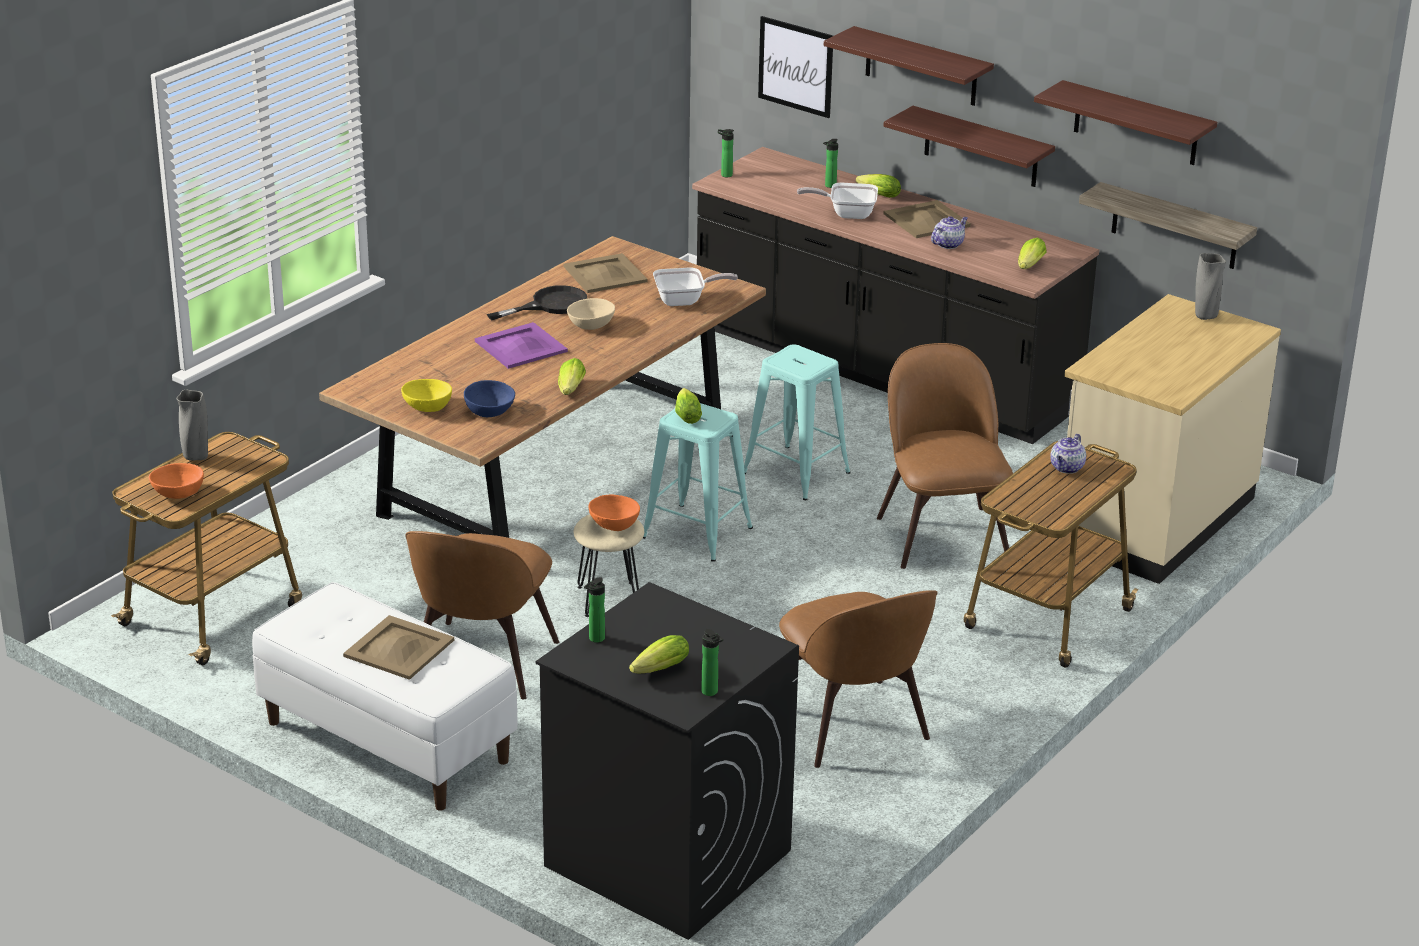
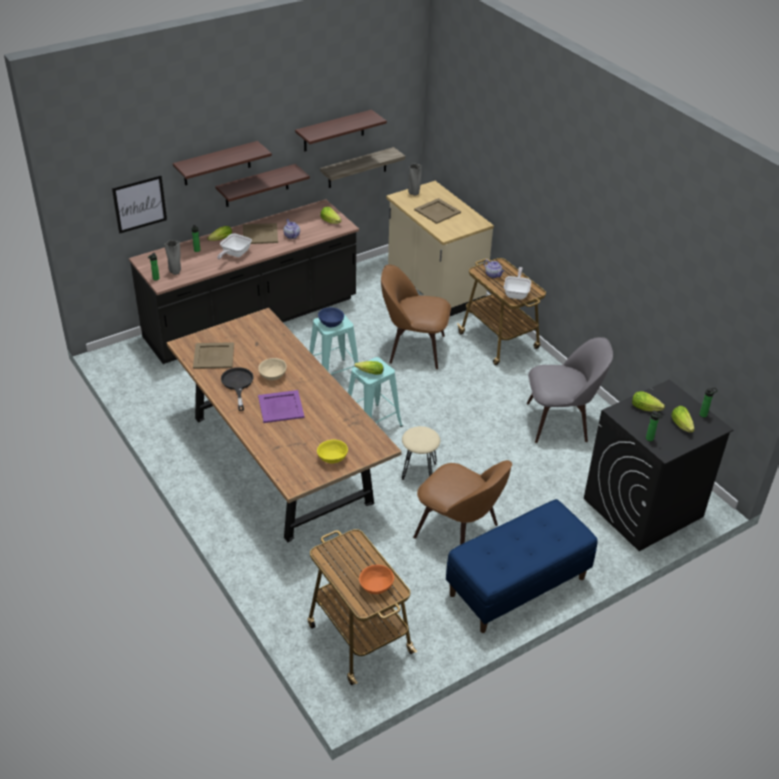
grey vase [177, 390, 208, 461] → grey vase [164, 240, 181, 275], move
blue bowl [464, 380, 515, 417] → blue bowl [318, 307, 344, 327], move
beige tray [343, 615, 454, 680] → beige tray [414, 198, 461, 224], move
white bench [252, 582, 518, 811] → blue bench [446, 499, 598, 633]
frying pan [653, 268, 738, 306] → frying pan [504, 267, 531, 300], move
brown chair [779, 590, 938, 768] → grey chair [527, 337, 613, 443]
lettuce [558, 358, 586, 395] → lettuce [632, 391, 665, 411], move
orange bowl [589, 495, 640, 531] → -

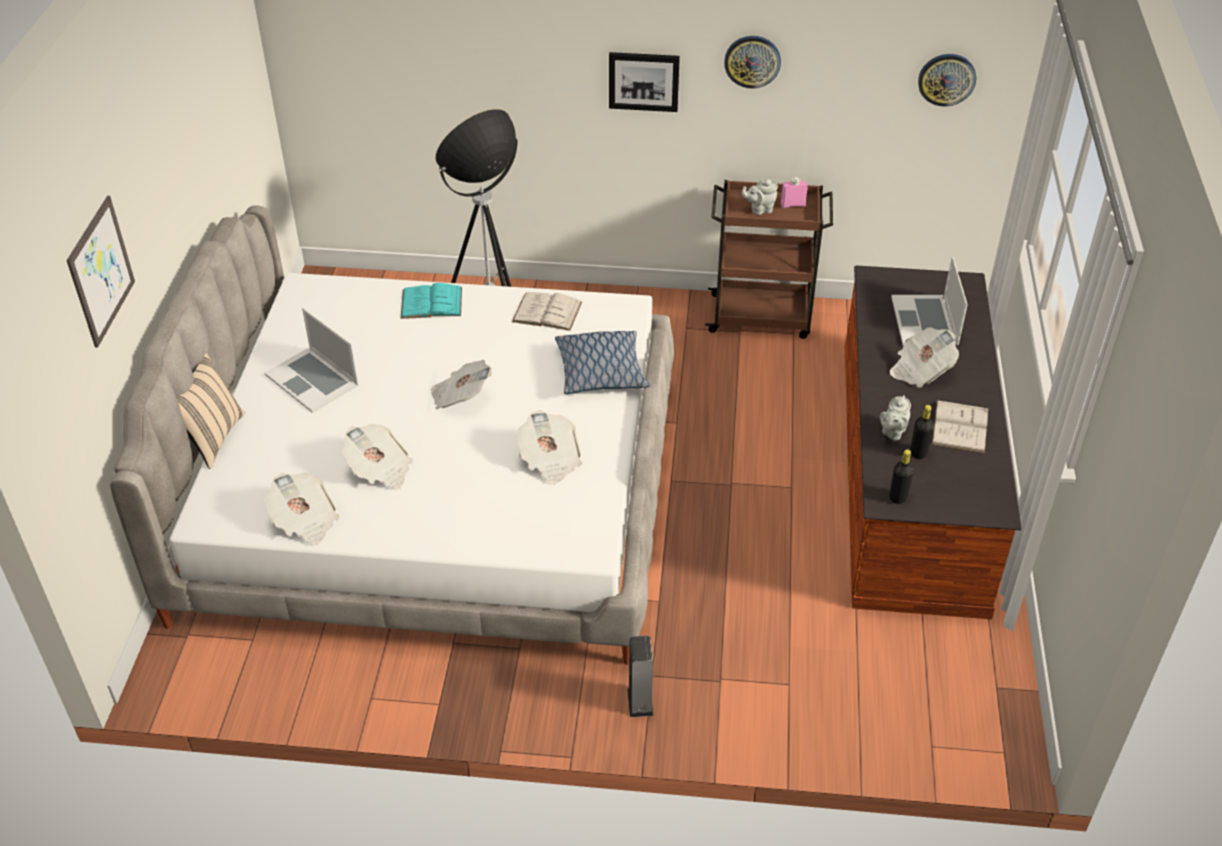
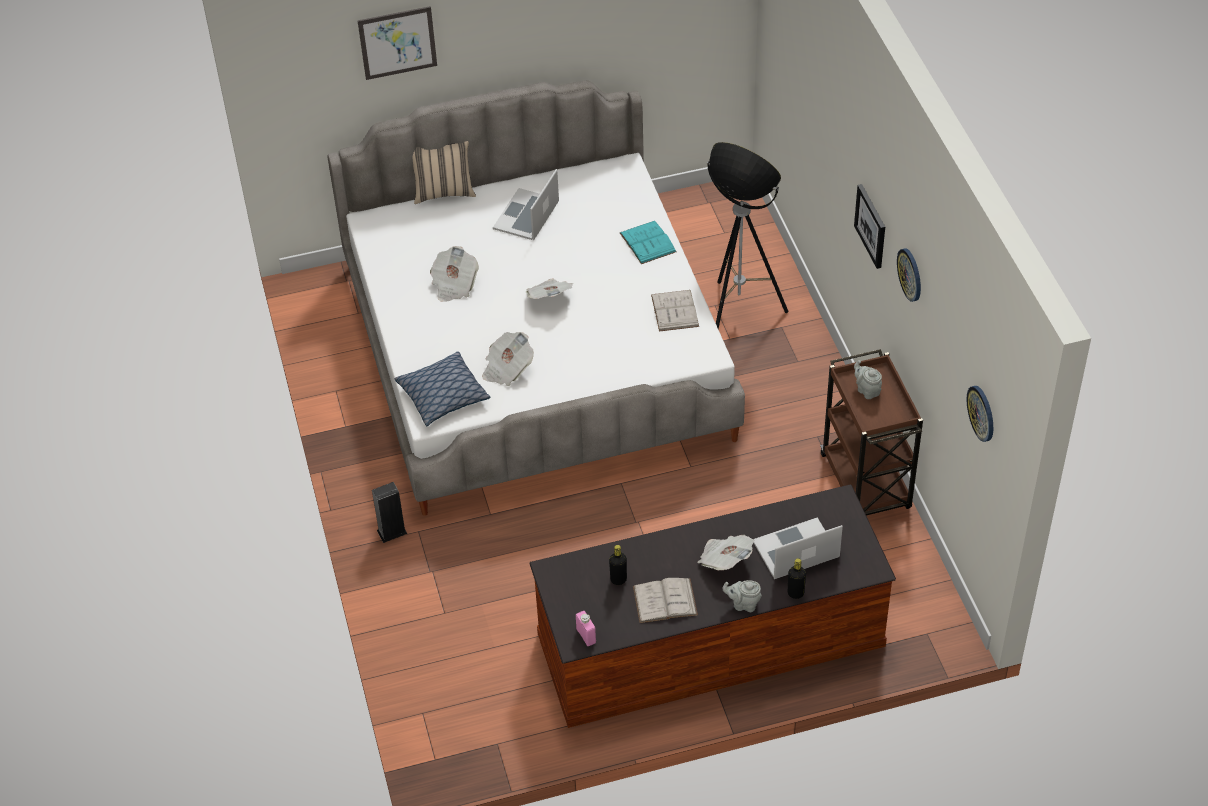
pillow [555, 331, 650, 394] → pillow [395, 351, 490, 426], move
pink bottle [781, 177, 808, 208] → pink bottle [576, 611, 596, 646], move
grey teapot [880, 395, 911, 440] → grey teapot [722, 580, 762, 612], move
black bottle [889, 449, 914, 504] → black bottle [788, 558, 806, 599], move
newspaper [264, 473, 339, 545] → -

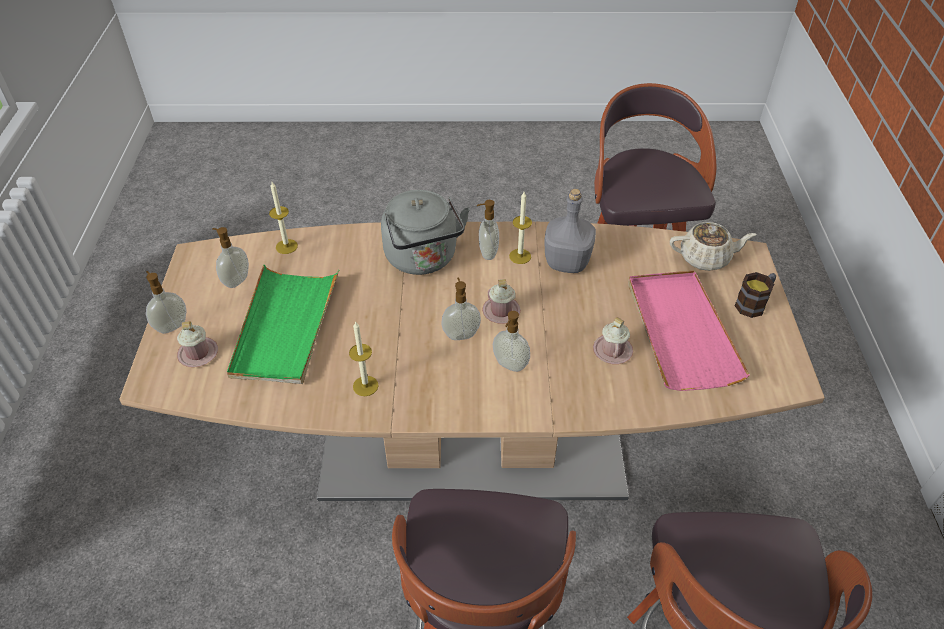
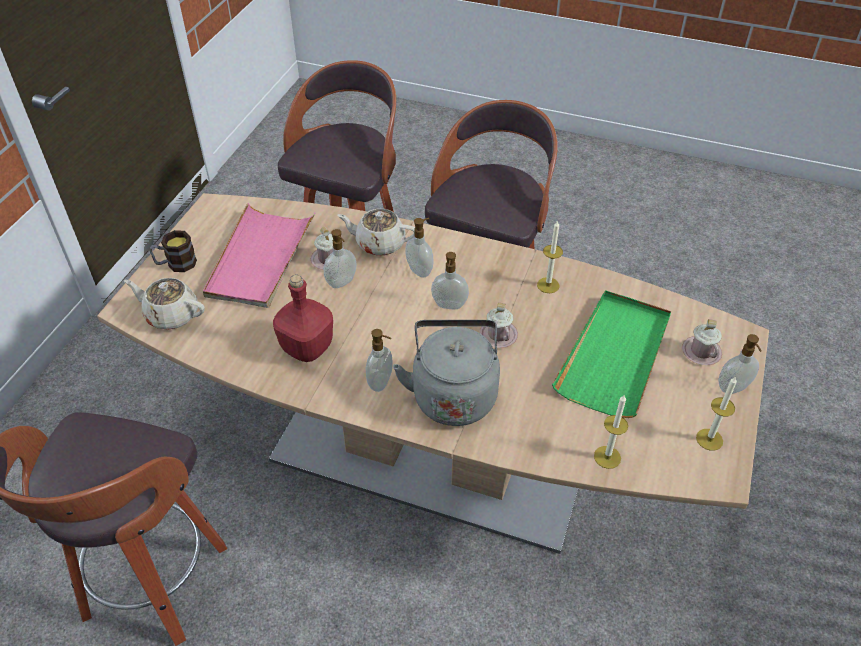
grey bottle [544, 189, 596, 273] → red bottle [273, 275, 333, 362]
soap dispenser [212, 227, 249, 288] → soap dispenser [324, 229, 356, 288], move
- → beige teapot [337, 209, 415, 256]
pink mug [482, 279, 520, 324] → pink mug [479, 302, 518, 348], move
candle [509, 192, 532, 264] → candle [696, 376, 737, 451], move

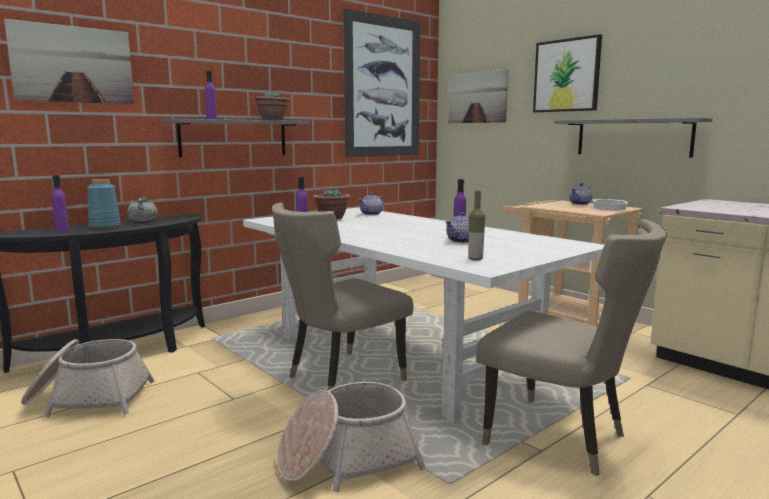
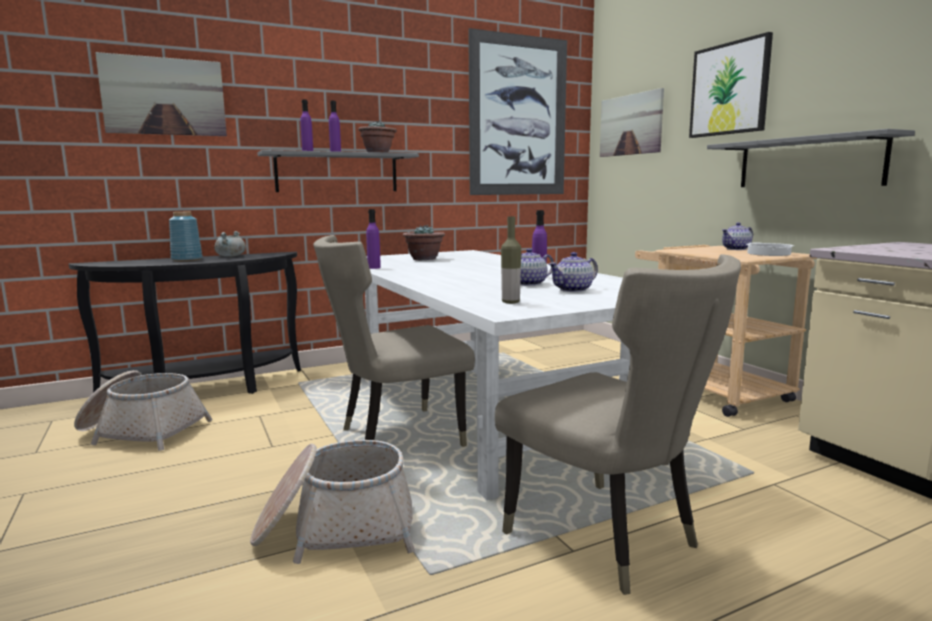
purple bottle [51, 175, 69, 231] → purple bottle [329, 101, 341, 152], move
teapot [358, 192, 385, 215] → teapot [549, 252, 598, 292], move

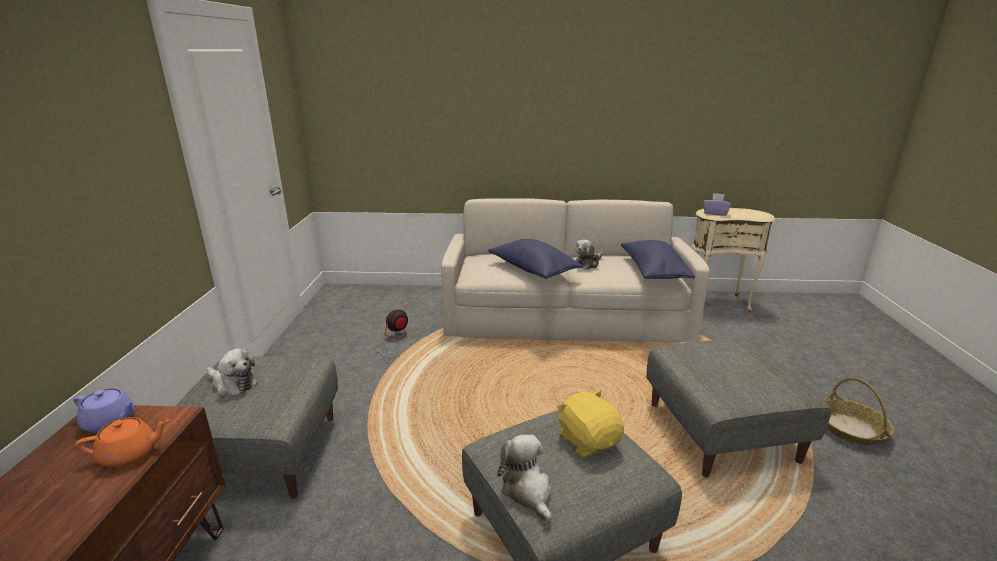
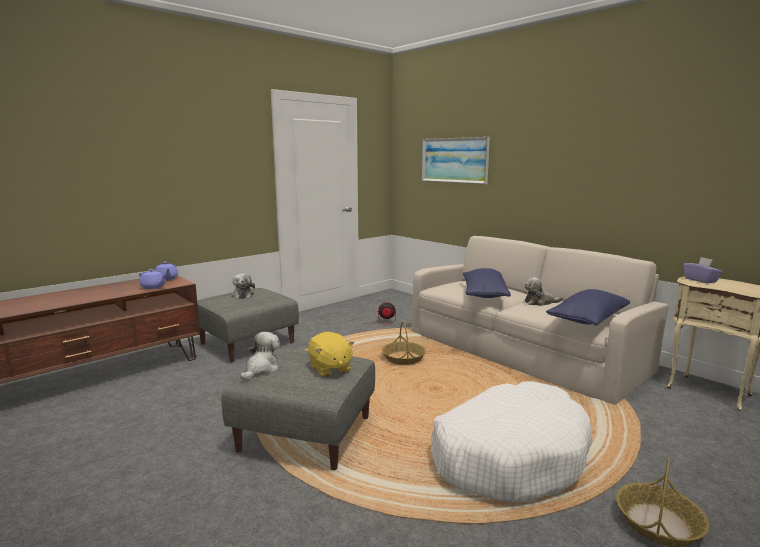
orange teapot [76, 417, 170, 467] → purple teapot [139, 269, 166, 289]
yellow plush toy [556, 390, 624, 457] → yellow plush toy [308, 332, 354, 377], 135 degrees clockwise
- → basket [382, 321, 426, 365]
- → picture [421, 137, 490, 184]
grey ottoman [646, 339, 832, 477] → white dog bed [431, 381, 593, 502]

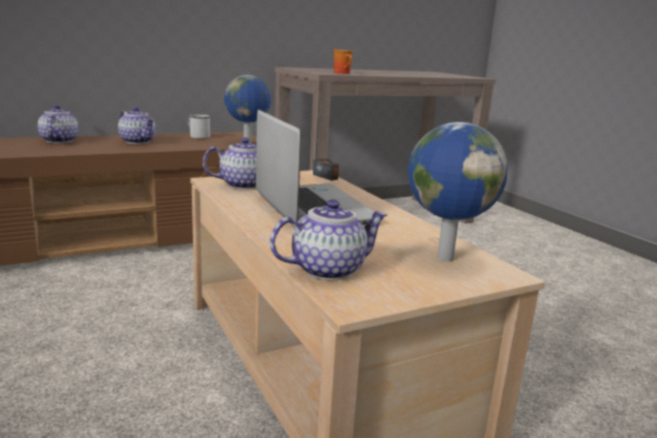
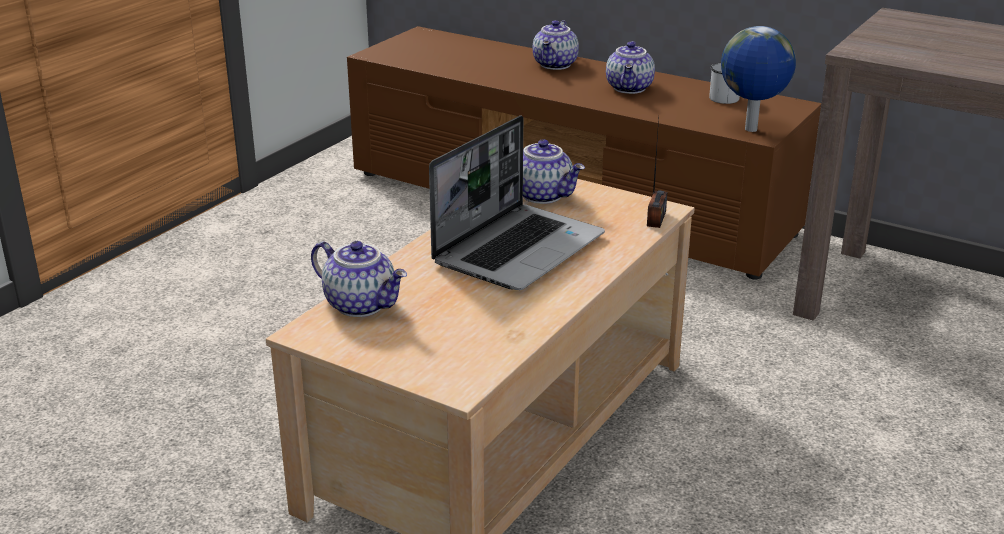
teapot [38, 105, 79, 143] → teapot [532, 20, 579, 70], 150 degrees clockwise
mug [333, 50, 354, 74] → -
globe [408, 122, 508, 261] → -

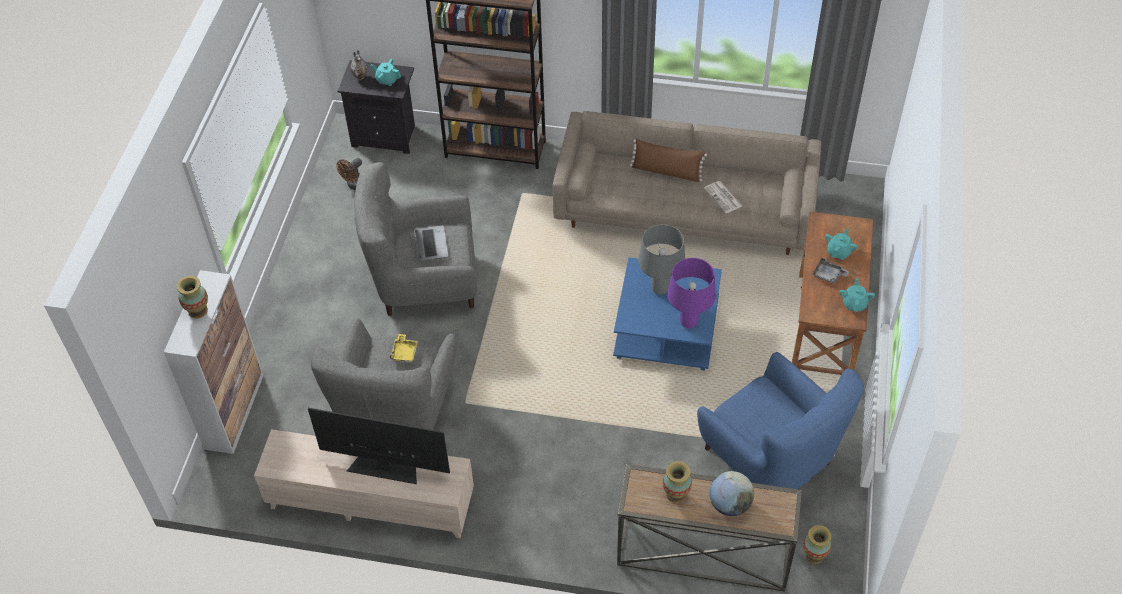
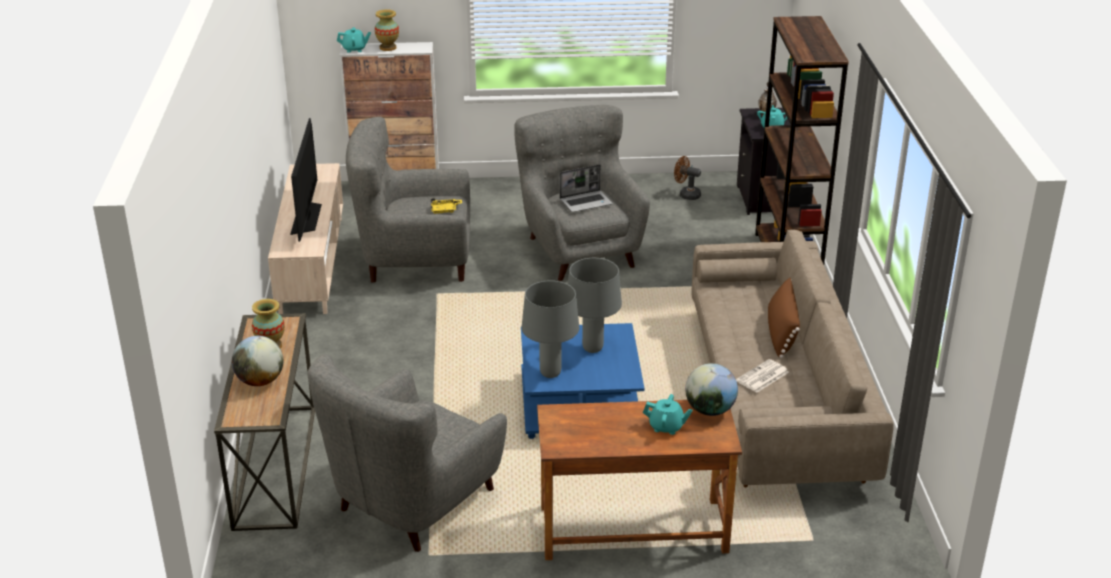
blue armchair [697, 352, 864, 489] → grey armchair [307, 354, 507, 552]
turquoise teapot [840, 278, 875, 312] → turquoise teapot [337, 27, 371, 53], move
purple table lamp [667, 258, 716, 329] → grey table lamp [522, 280, 579, 378]
- → globe [685, 363, 738, 416]
vase [803, 525, 831, 564] → -
grey tray [812, 258, 849, 283] → -

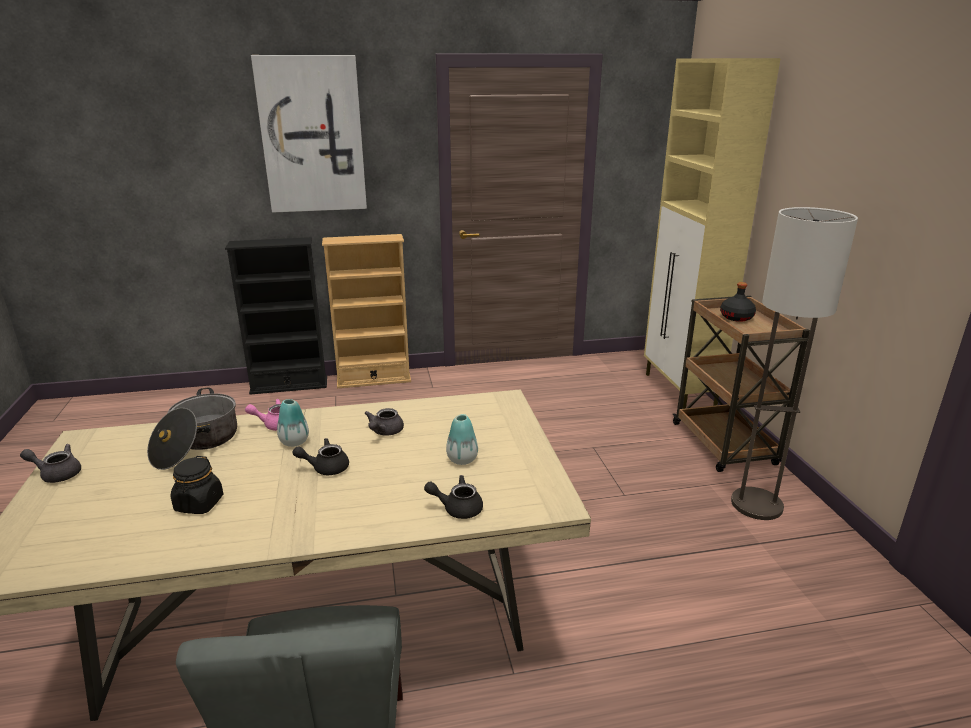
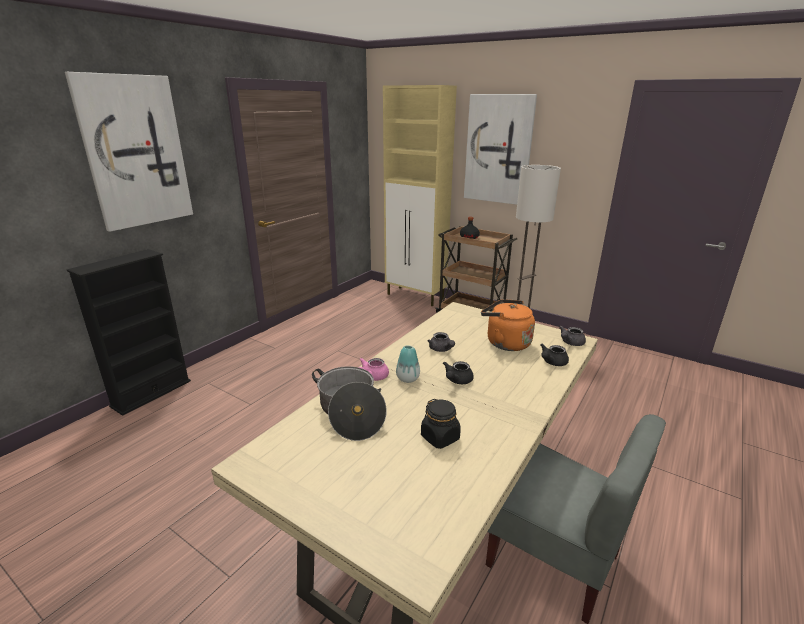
- → picture [464, 94, 537, 205]
vase [446, 414, 478, 465] → orange kettle [481, 299, 535, 351]
grey teapot [20, 444, 81, 483] → grey teapot [559, 326, 586, 346], move
beige bookcase [322, 234, 411, 388] → -

